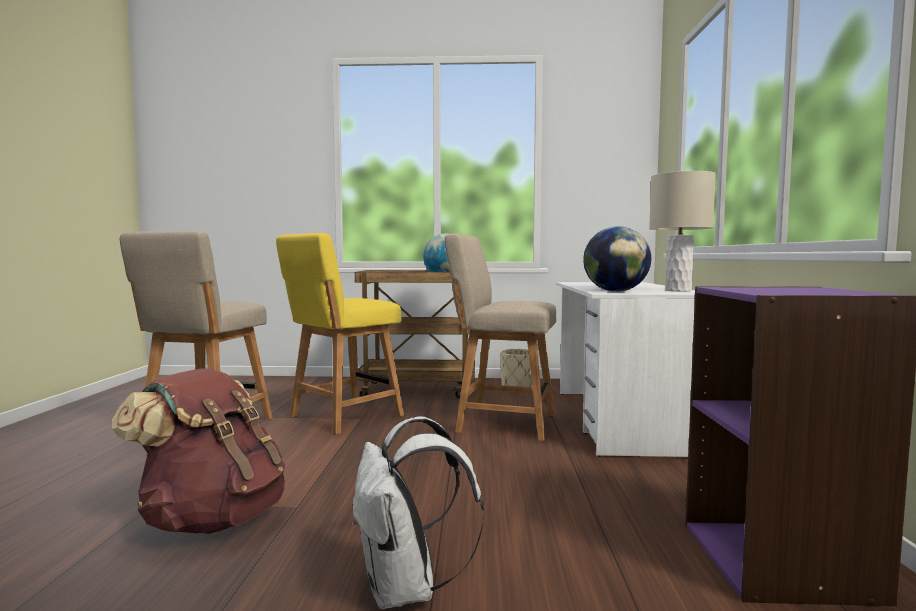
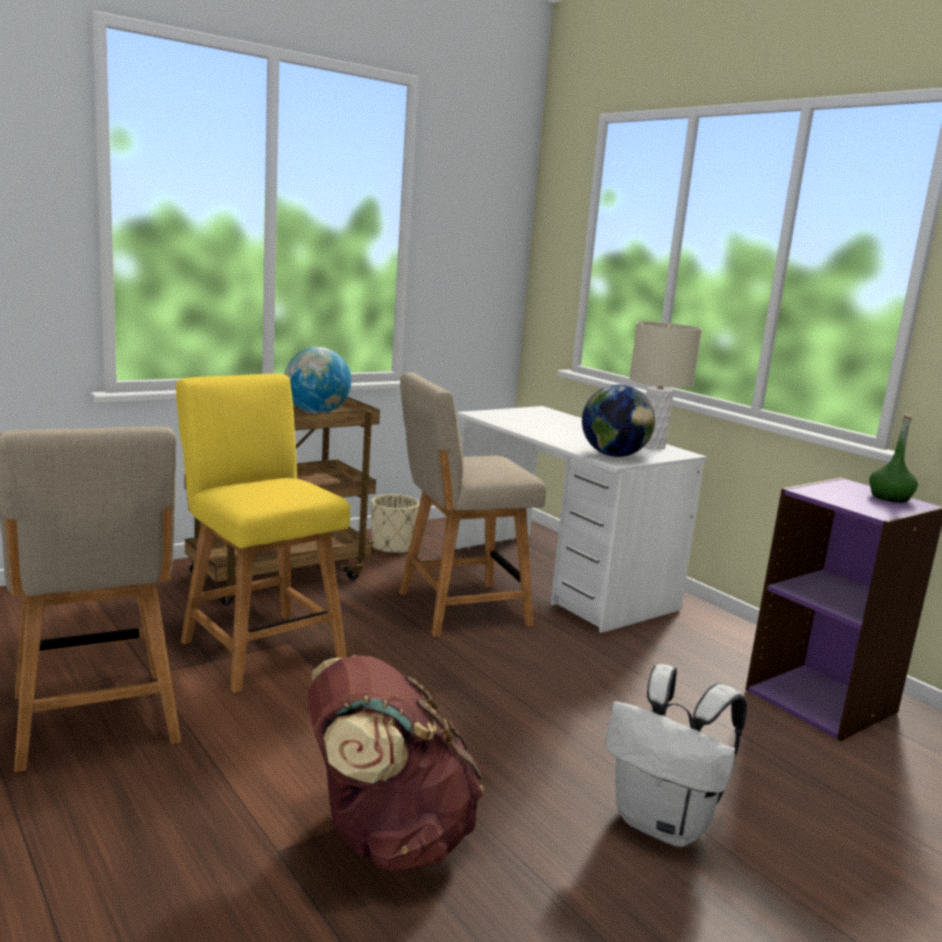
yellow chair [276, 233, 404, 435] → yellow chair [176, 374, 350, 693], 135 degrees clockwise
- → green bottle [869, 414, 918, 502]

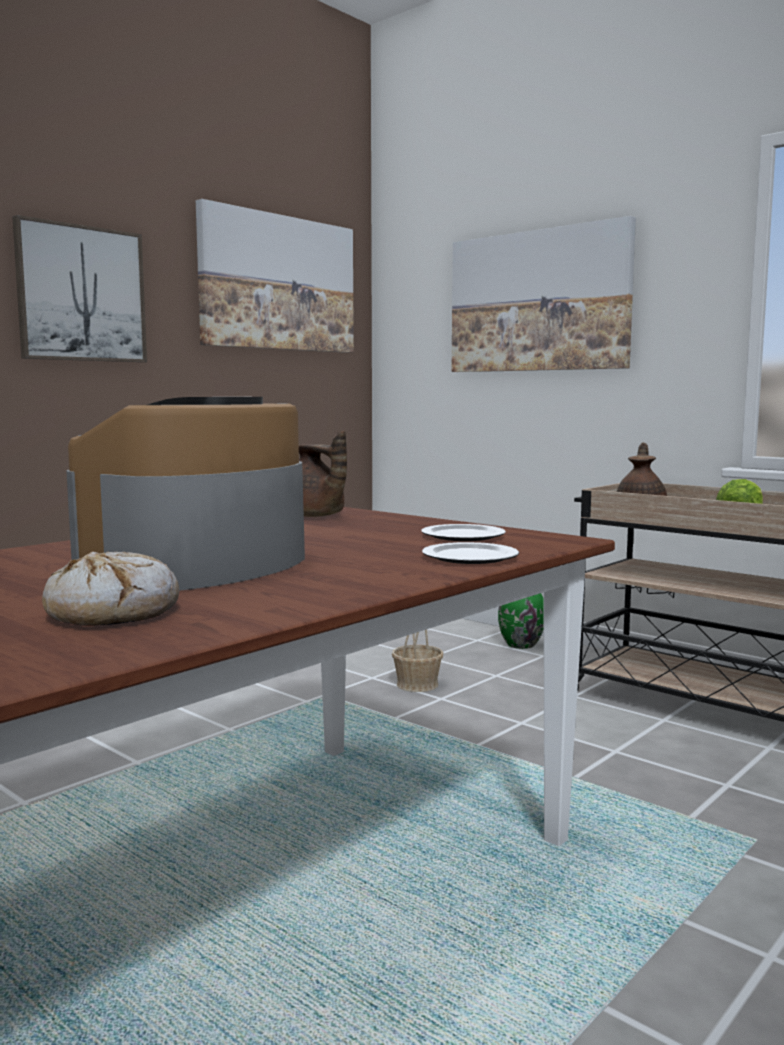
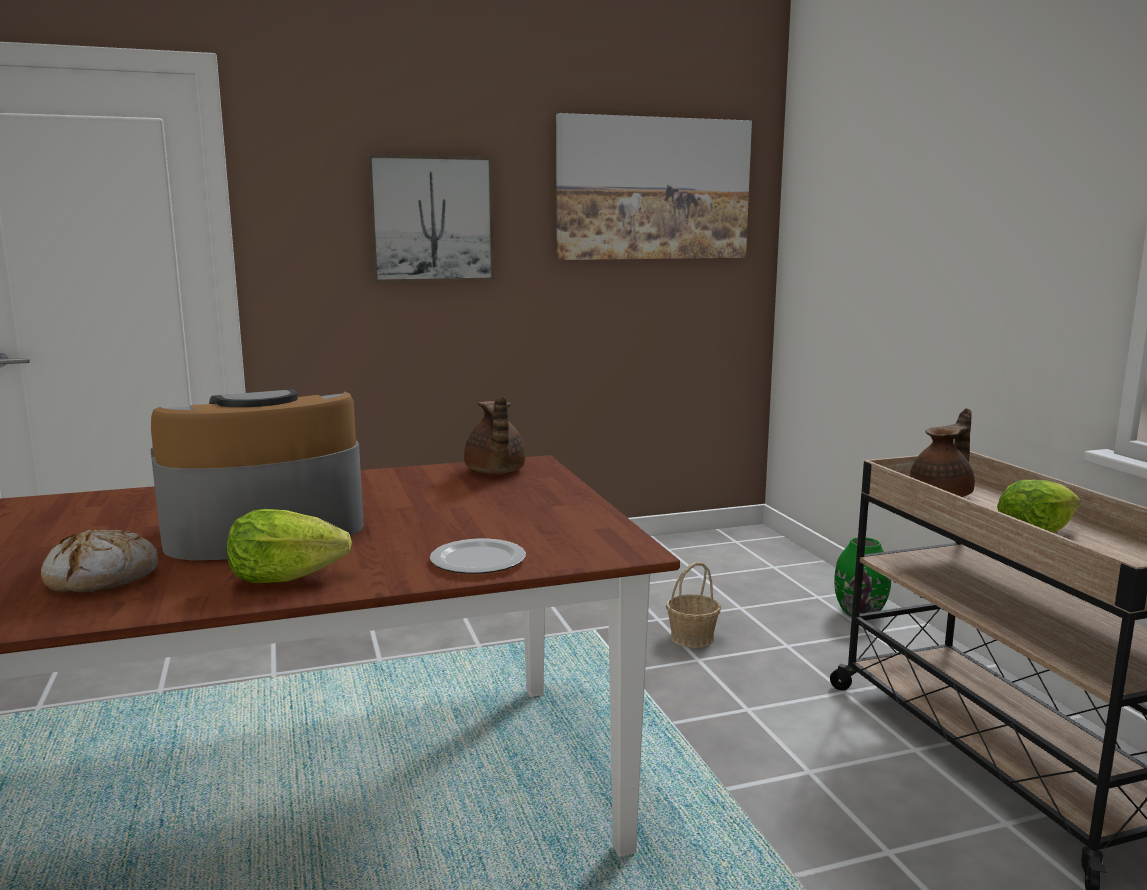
- → lettuce [227, 509, 352, 583]
plate [422, 524, 506, 541] → -
picture [451, 216, 636, 372] → -

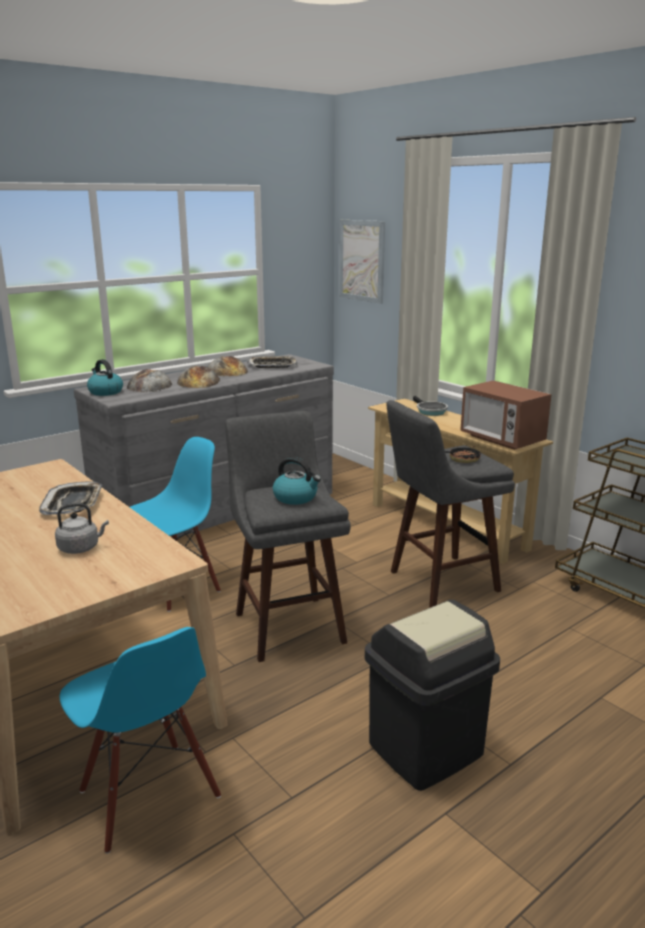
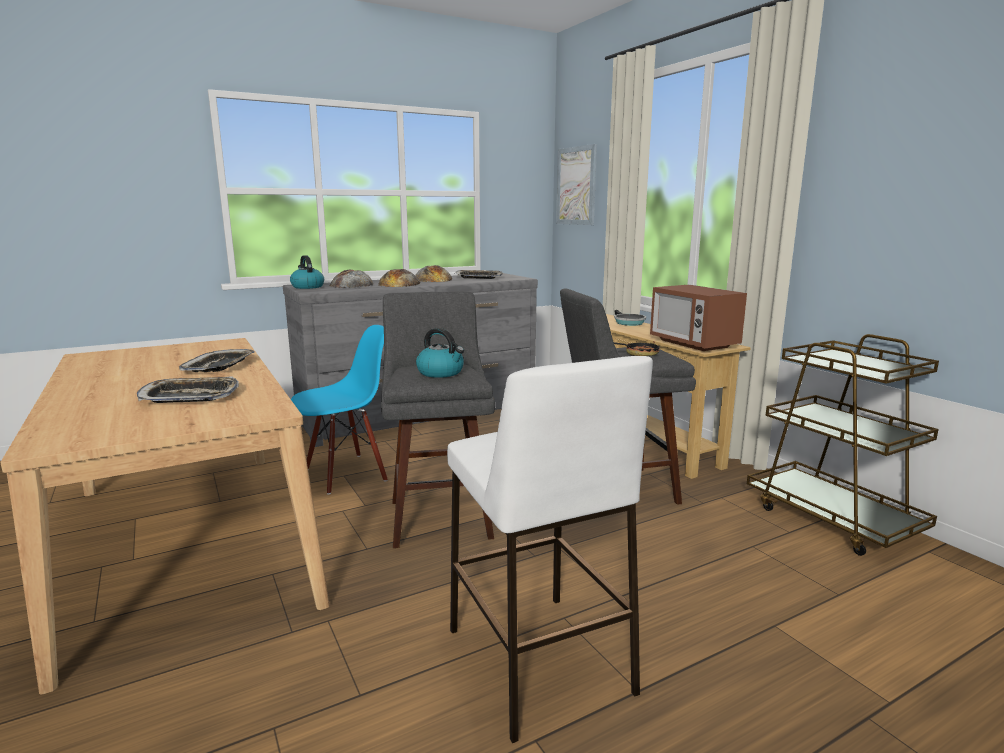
grey kettle [55, 503, 109, 554] → tray [137, 376, 239, 403]
black trash can [365, 600, 500, 791] → white stool [447, 356, 653, 743]
blue chair [59, 627, 221, 854] → -

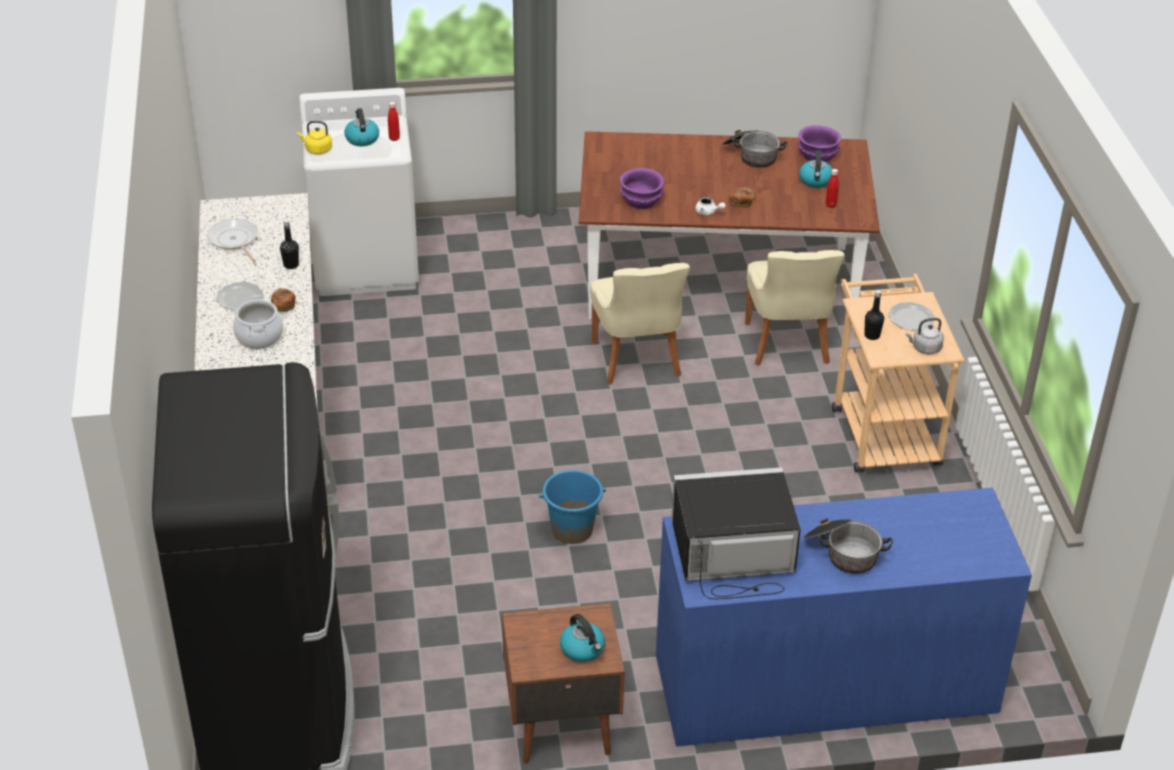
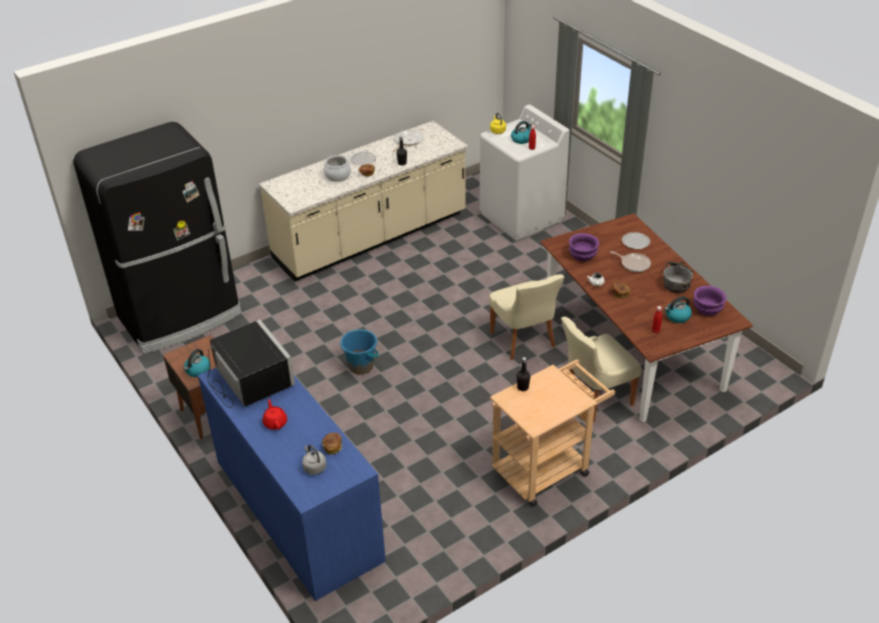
cooking pot [803, 519, 893, 574] → red teapot [263, 399, 287, 430]
grey kettle [906, 318, 944, 354] → grey kettle [302, 445, 327, 475], move
- → bread [322, 433, 342, 455]
beige chair [590, 263, 690, 385] → beige chair [489, 274, 564, 360], 75 degrees counterclockwise
- → frying pan [610, 251, 651, 272]
plate [888, 302, 935, 331] → plate [622, 232, 650, 249], move

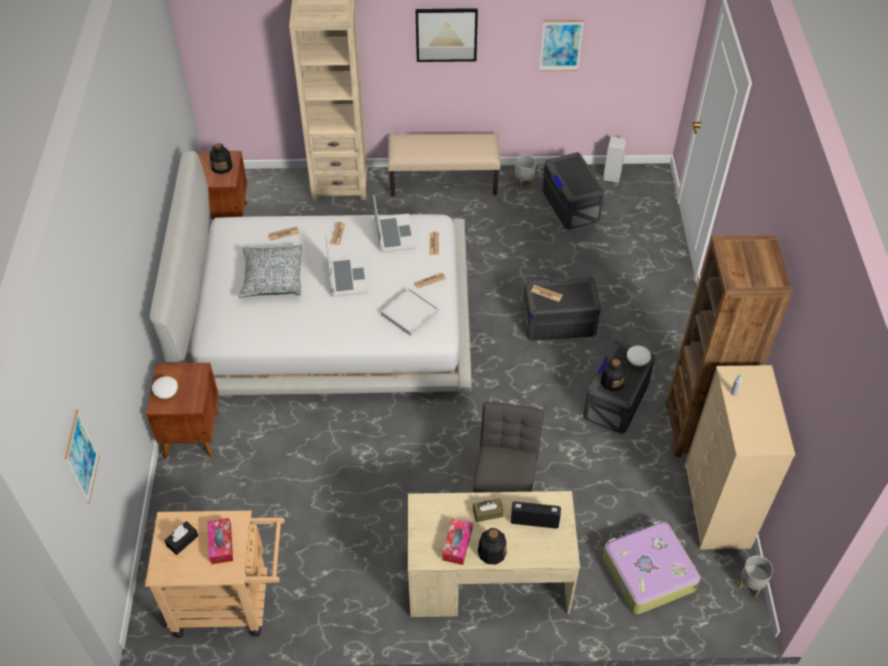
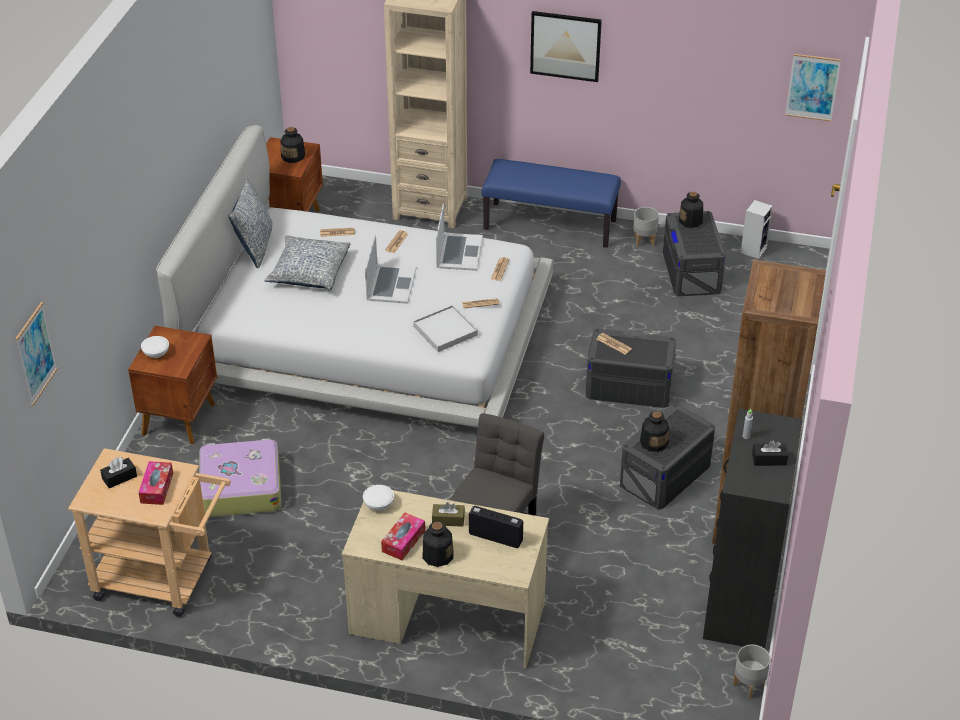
suitcase [602, 521, 700, 614] → suitcase [199, 438, 281, 517], move
- → pillow [228, 179, 273, 268]
white bowl [627, 346, 651, 366] → white bowl [363, 485, 394, 511], move
beige bench [388, 133, 500, 196] → blue bench [482, 159, 621, 248]
- → bottle [679, 192, 703, 228]
beige dresser [684, 365, 795, 549] → black dresser [703, 409, 803, 649]
- → black tissue box [752, 440, 788, 466]
picture [539, 20, 584, 71] → picture [785, 54, 841, 122], move

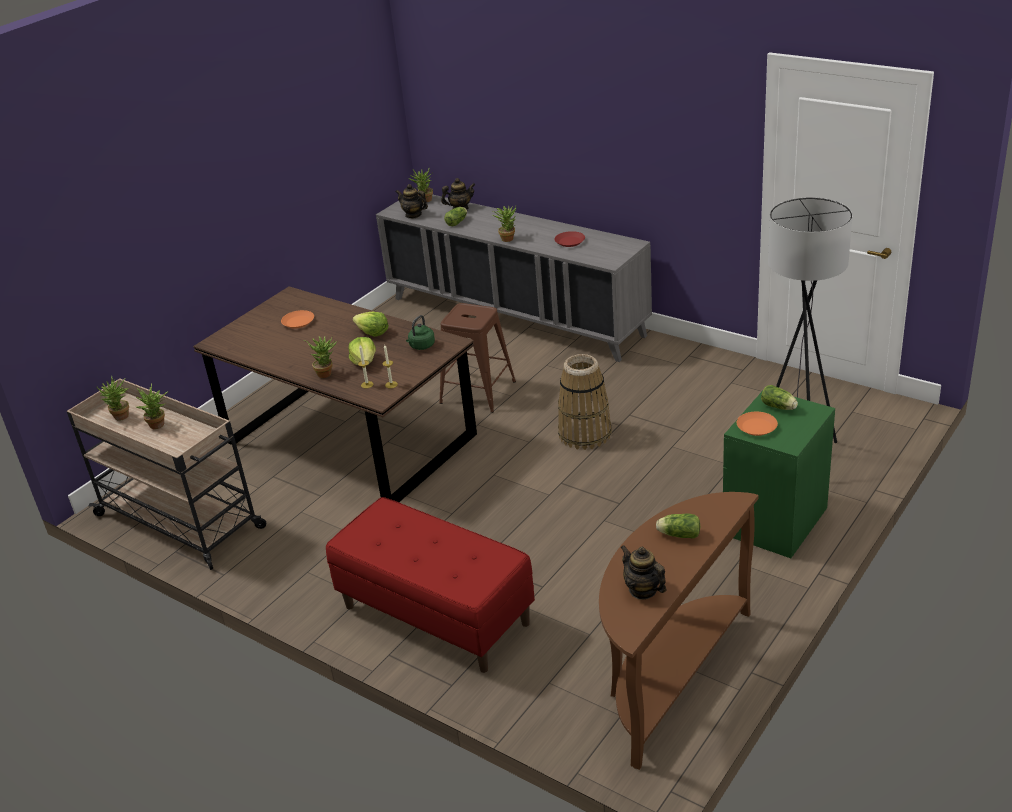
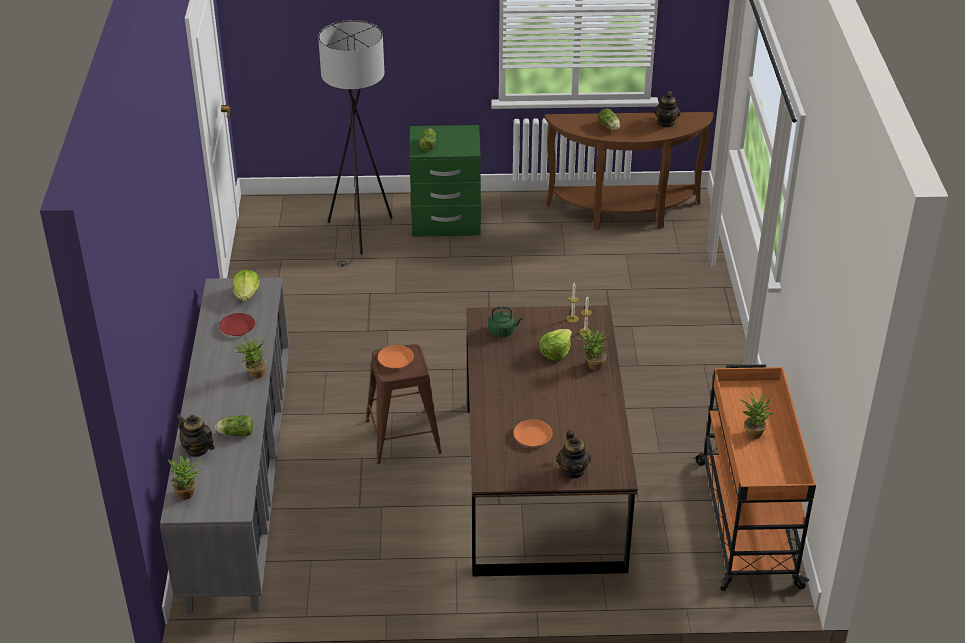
lettuce [353, 311, 389, 337] → lettuce [233, 270, 260, 301], move
orange plate [737, 412, 778, 436] → orange plate [378, 345, 414, 369], move
teapot [396, 184, 428, 219] → teapot [557, 430, 591, 479], move
beige cart [67, 378, 266, 570] → orange cart [695, 364, 816, 591]
potted plant [97, 376, 130, 421] → -
red bench [326, 497, 535, 673] → -
basket [558, 354, 612, 450] → -

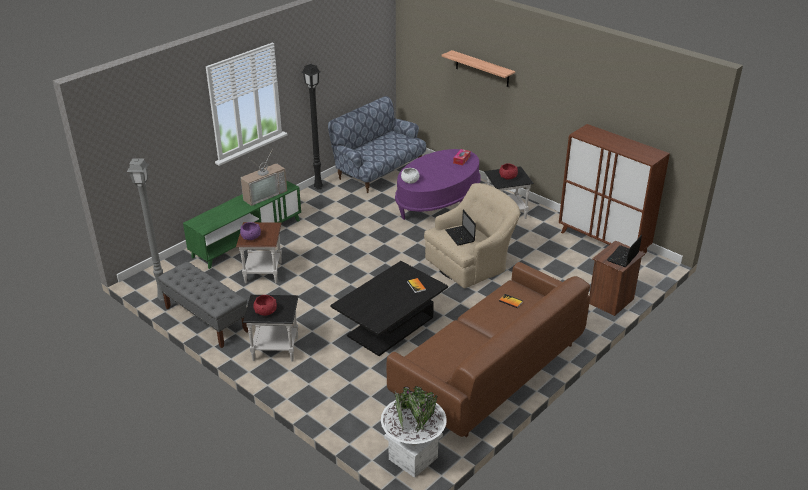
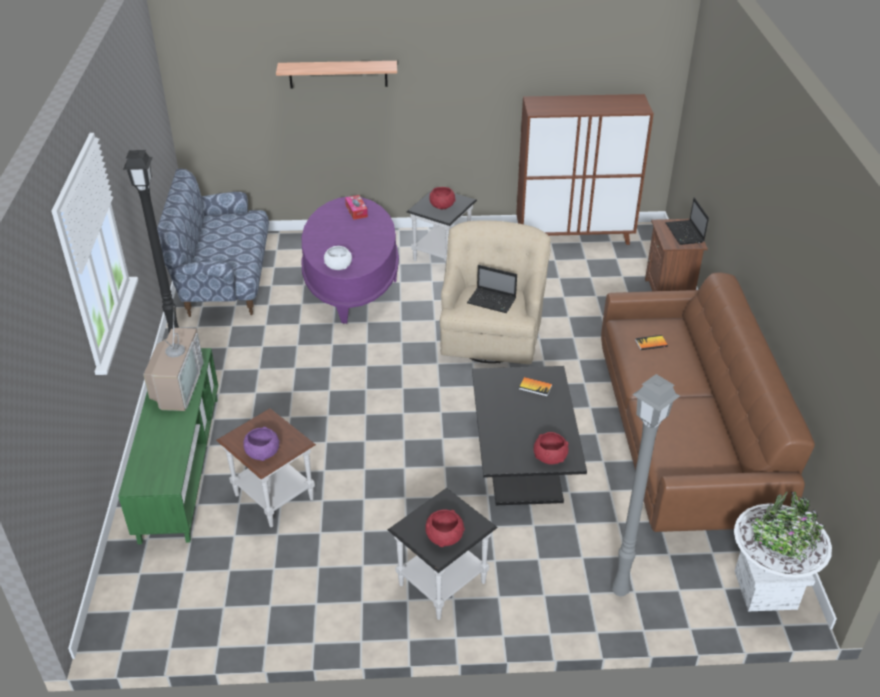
- → red bowl [534, 432, 569, 465]
grey floor lamp [127, 158, 164, 301] → grey floor lamp [611, 374, 680, 597], move
grey bench [158, 262, 248, 348] → -

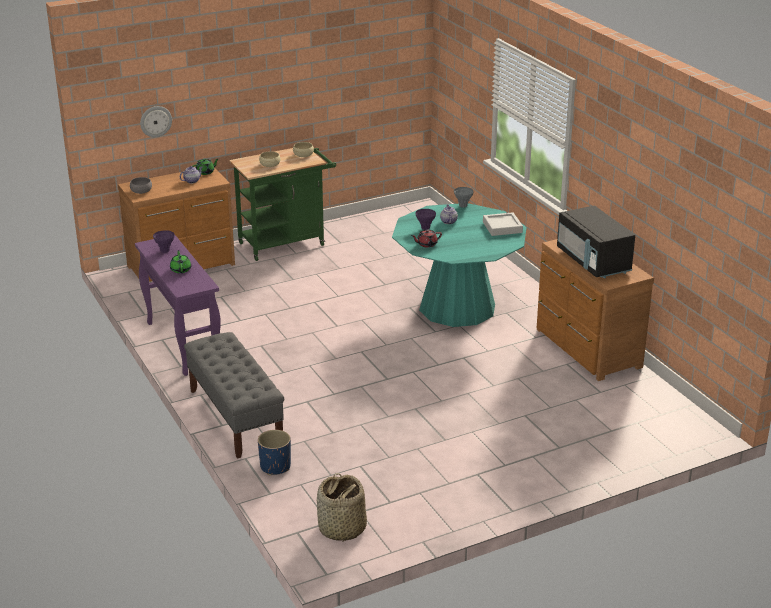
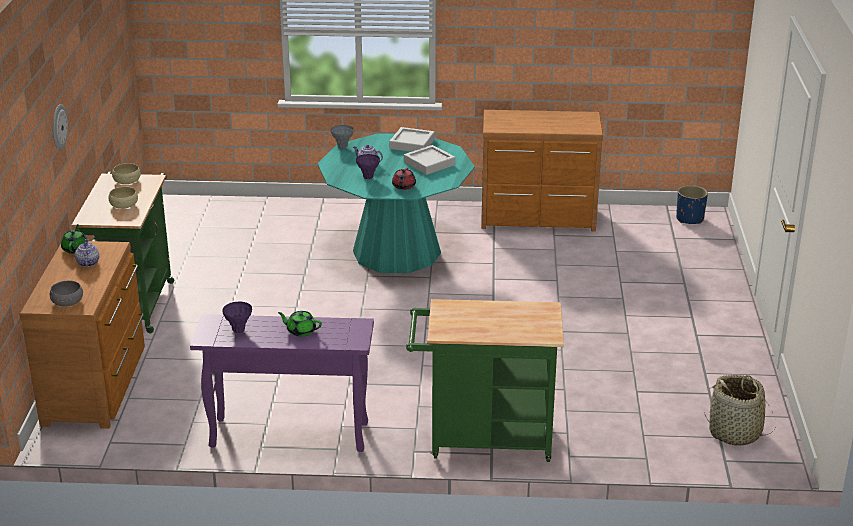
wall clock [140, 106, 172, 137] → wall clock [53, 104, 68, 150], move
- → grey tray [404, 145, 455, 175]
grey bench [184, 332, 284, 459] → green cart [406, 299, 564, 462]
blue planter [258, 430, 291, 475] → blue planter [676, 185, 708, 224], move
black microwave [557, 206, 635, 278] → -

